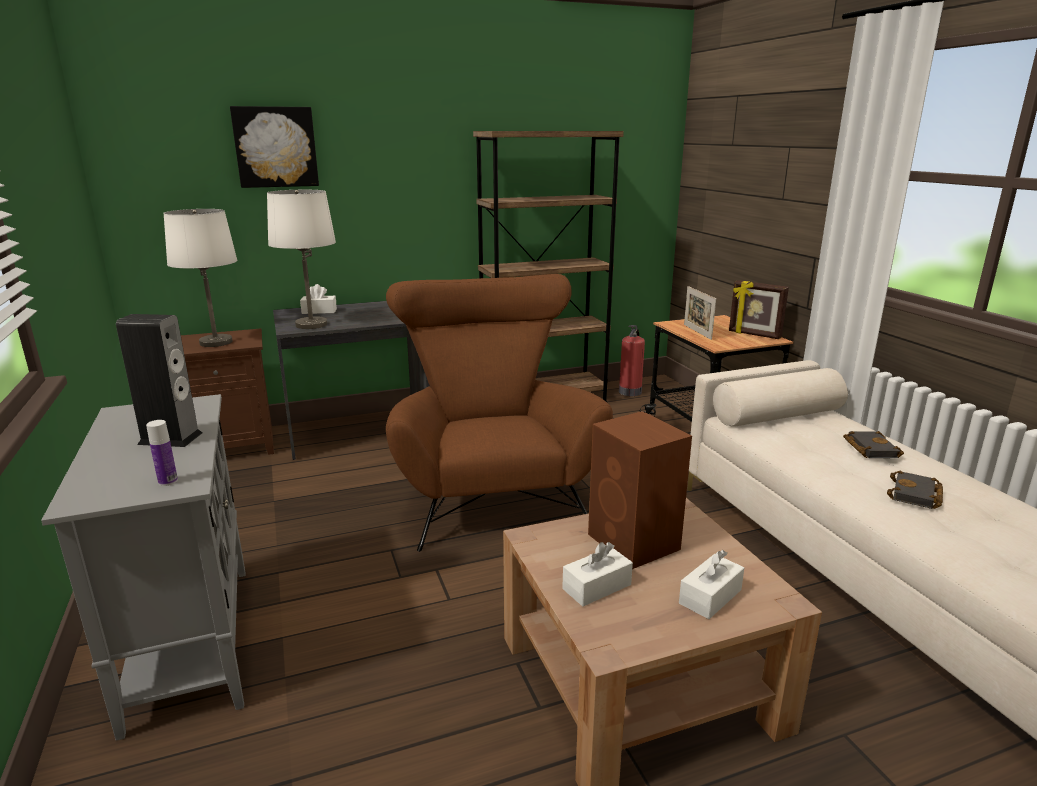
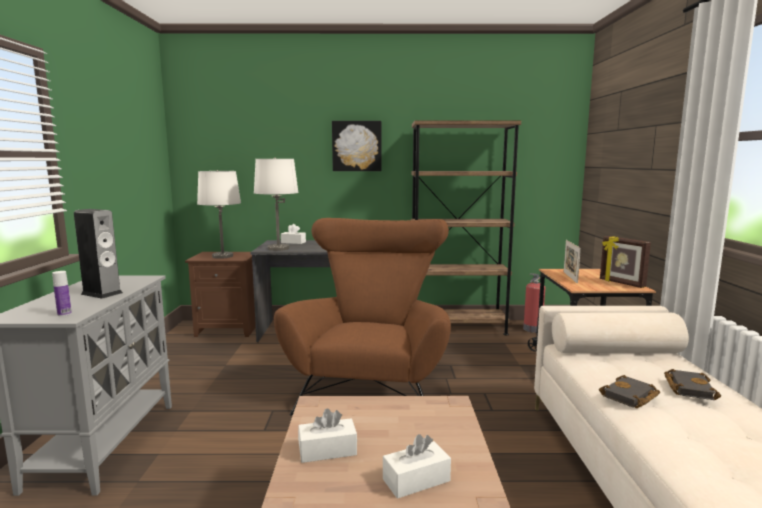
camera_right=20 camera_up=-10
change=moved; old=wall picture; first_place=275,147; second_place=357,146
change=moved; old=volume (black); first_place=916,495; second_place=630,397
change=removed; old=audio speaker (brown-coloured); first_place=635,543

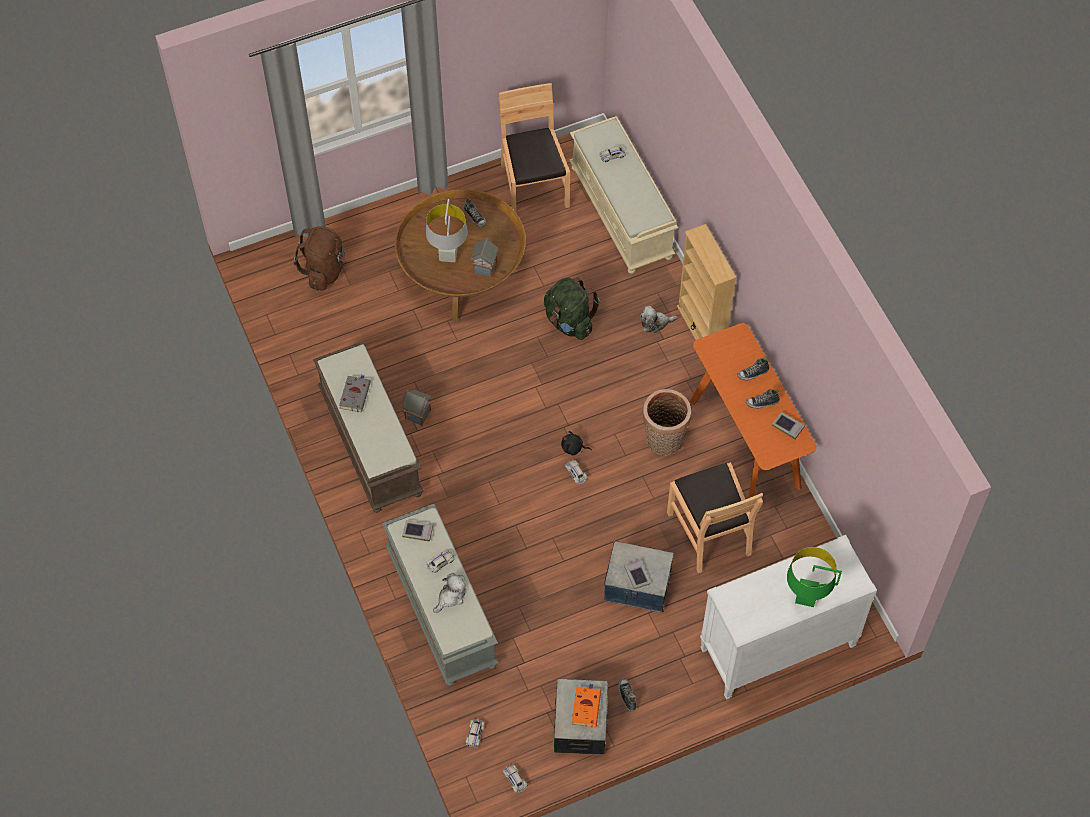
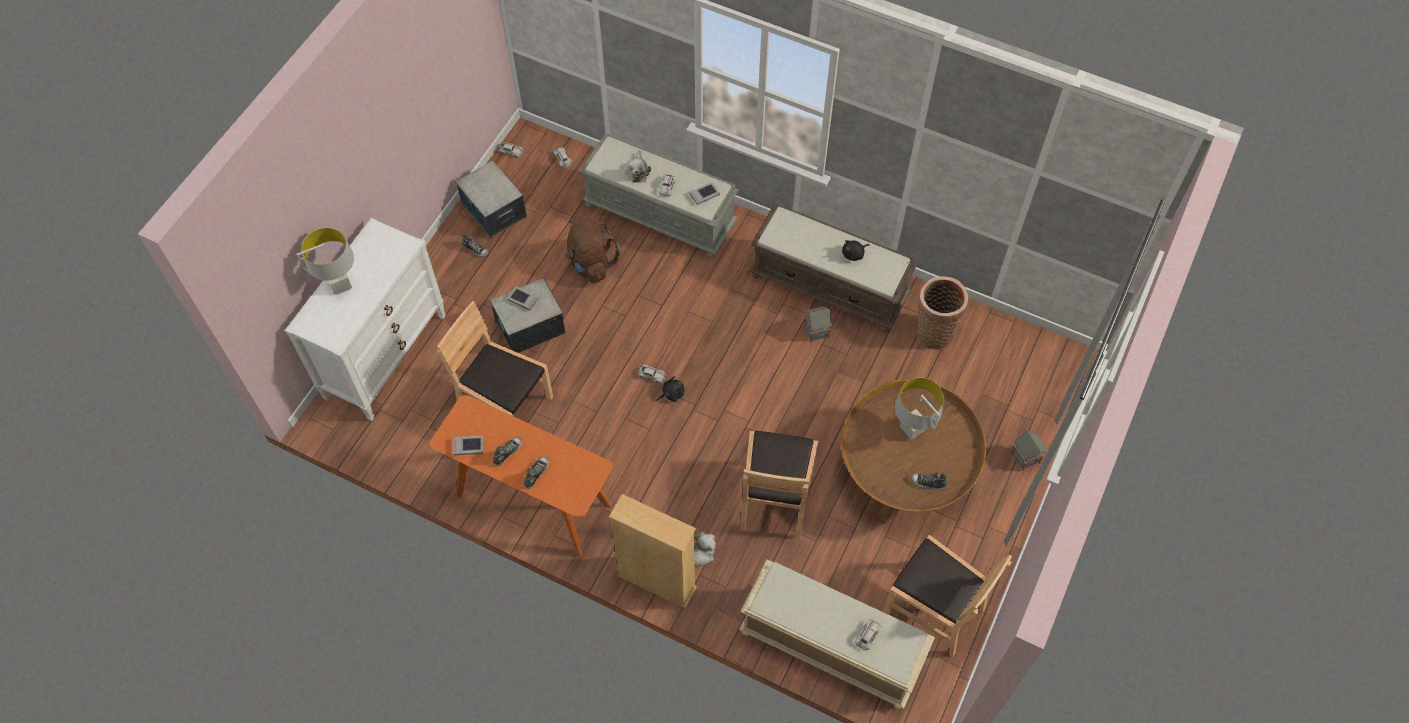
camera_right=140 camera_up=0
change=recoloured; old=tabletop lamp (greenish); new=tabletop lamp (grey); first_place=806,598; second_place=340,286
change=moved; old=rucksack (brown-coloured); first_place=325,270; second_place=591,264
change=replaced; old=rucksack (greenish); new=upright chair (brown-coloured); first_place=569,322; second_place=775,499
change=replaced; old=volume (grey); new=plush toy (black); first_place=355,394; second_place=854,254
change=moved; old=basket; first_place=663,442; second_place=934,331
change=moved; old=miniature house; first_place=485,268; second_place=1024,458
change=removed; old=volume (orange); first_place=586,706

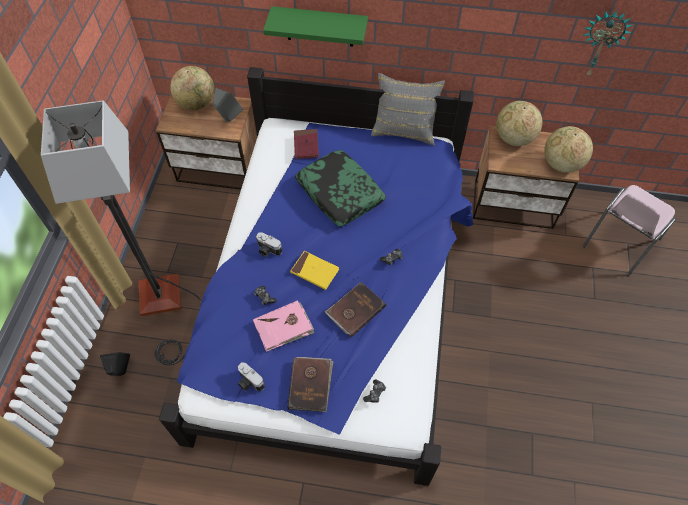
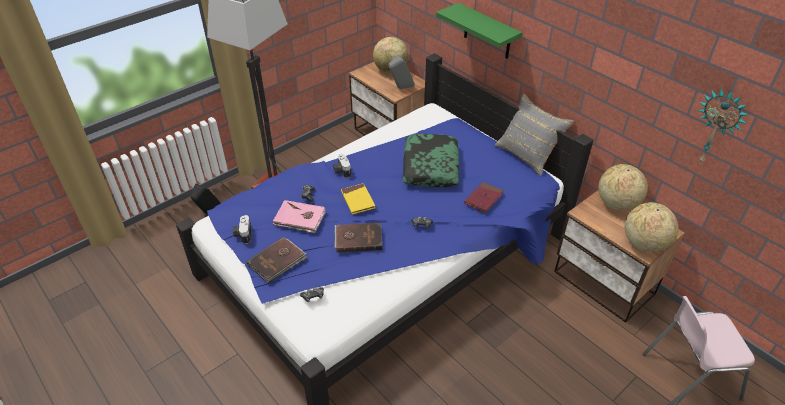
camera_right=40 camera_up=-15
change=moved; old=volume (reddish); first_place=306,145; second_place=483,199

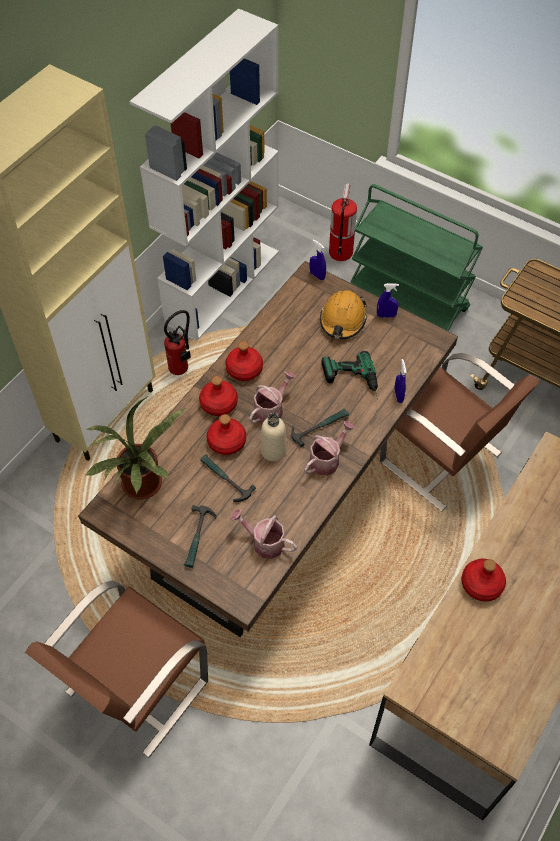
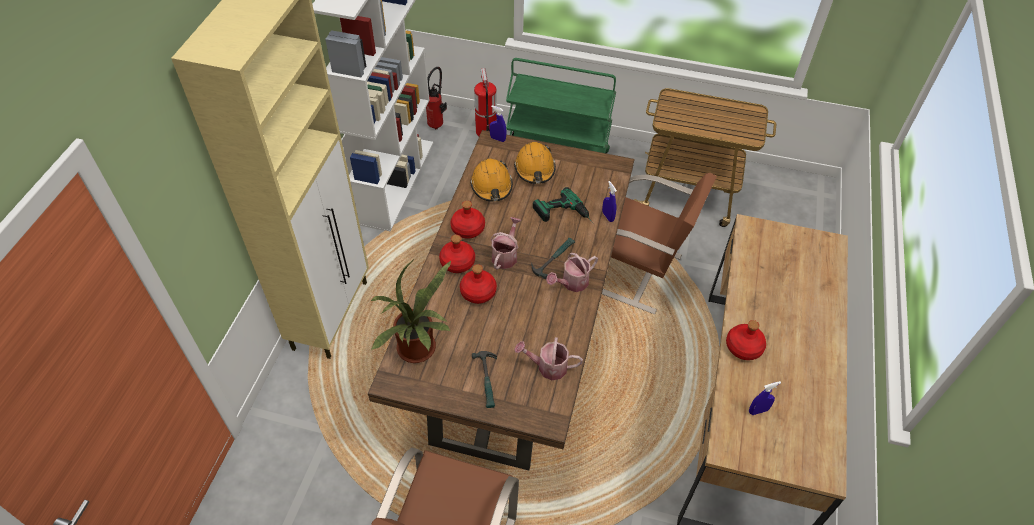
camera_right=-20 camera_up=-5
change=moved; old=fire-fighting cylinder; first_place=182,369; second_place=438,124
change=added; new=safety helmet (orange); second_place=491,186
change=turned; old=watering can; first_place=327,459; second_place=572,283; degrees=-150
change=moved; old=hand sprayer (blue); first_place=386,315; second_place=758,411
change=removed; old=hand hammer; first_place=224,479
change=removed; old=drink bottle (sand-coloured); first_place=273,451

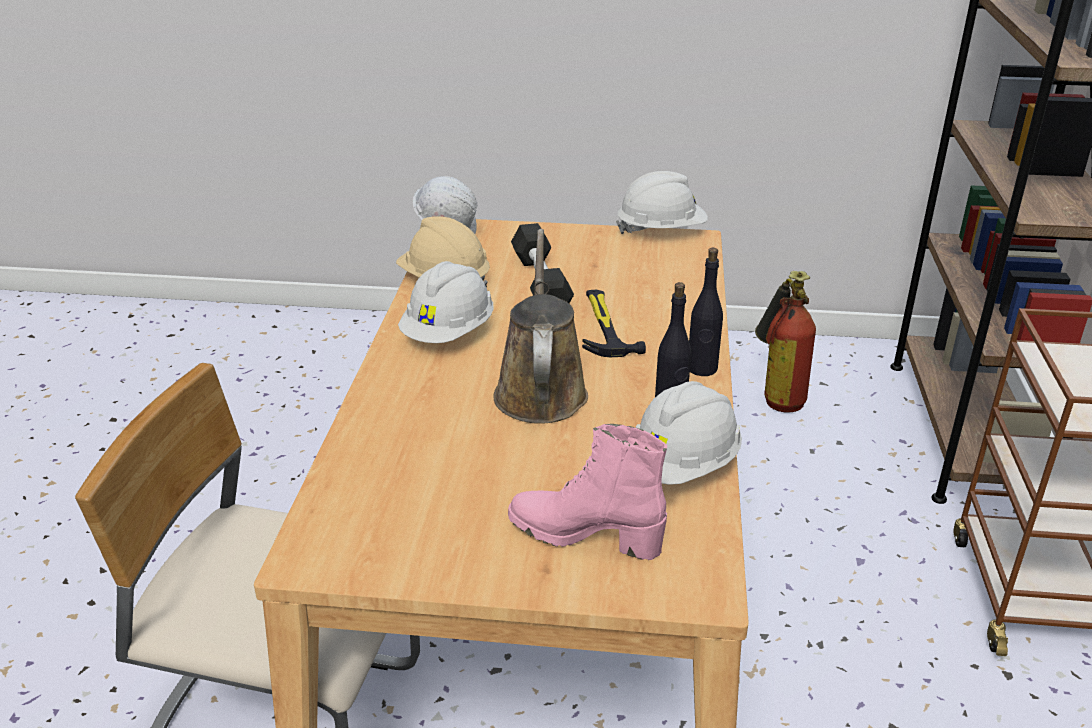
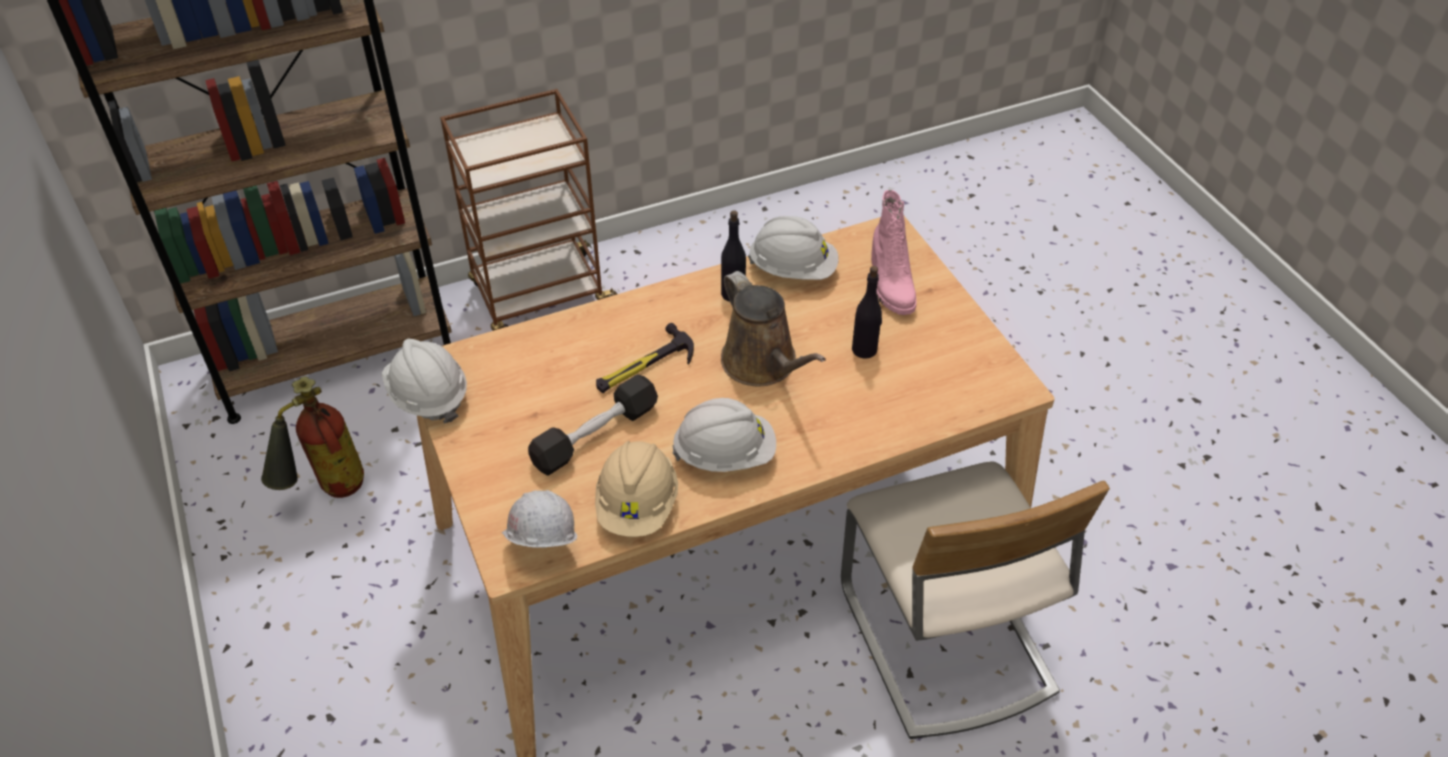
camera_right=-120 camera_up=15
change=turned; old=watering can (brown-coloured); first_place=540,390; second_place=763,364; degrees=-90
change=moved; old=drink bottle (black); first_place=702,368; second_place=865,349

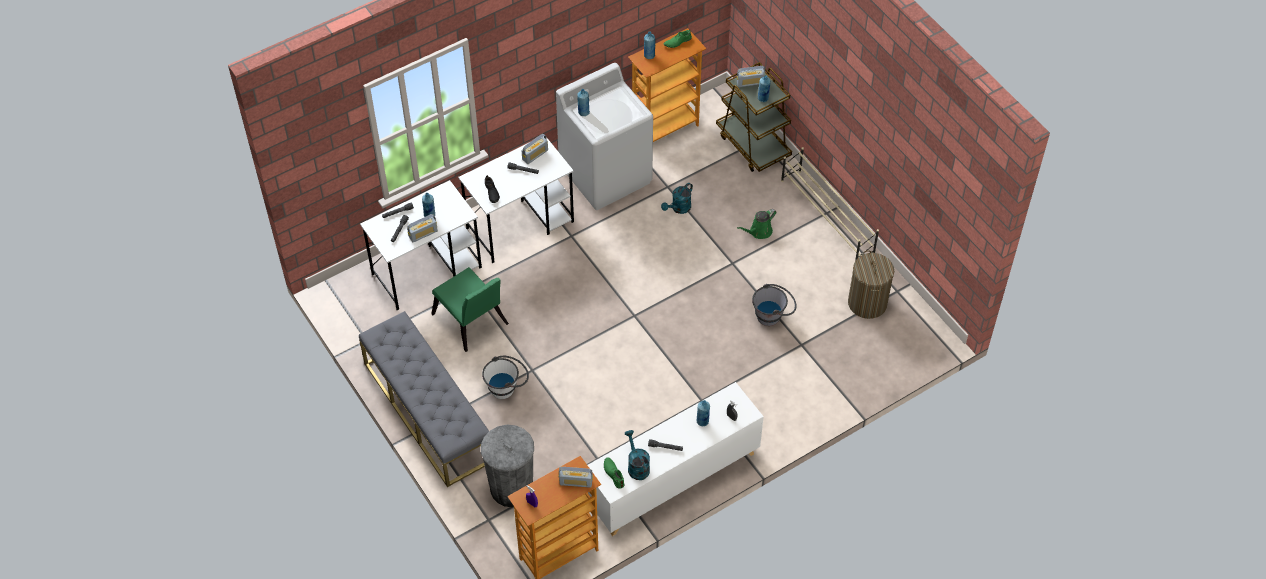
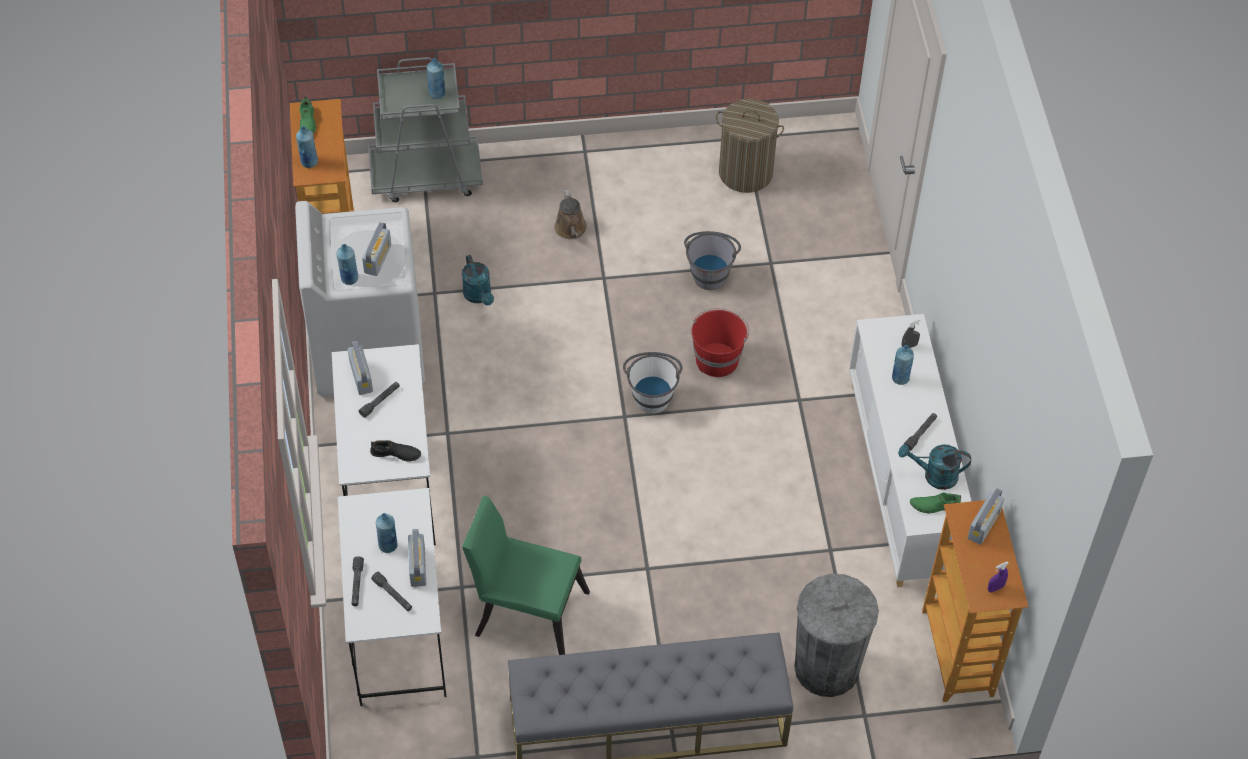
camera_right=-65 camera_up=0
change=moved; old=radio; first_place=750,82; second_place=377,259
change=recoloured; old=cart (brown-coloured); new=cart (grey); first_place=753,144; second_place=426,175
change=turned; old=upright chair (greenish); first_place=472,323; second_place=525,610; degrees=-150
change=recoloured; old=watering can (greenish); new=watering can (brown-coloured); first_place=759,232; second_place=571,230
change=moved; old=pail (white); first_place=507,387; second_place=651,393
change=added; new=pail (reddish); second_place=717,359
change=removed; old=shoe rack (sand-coloured); first_place=827,217

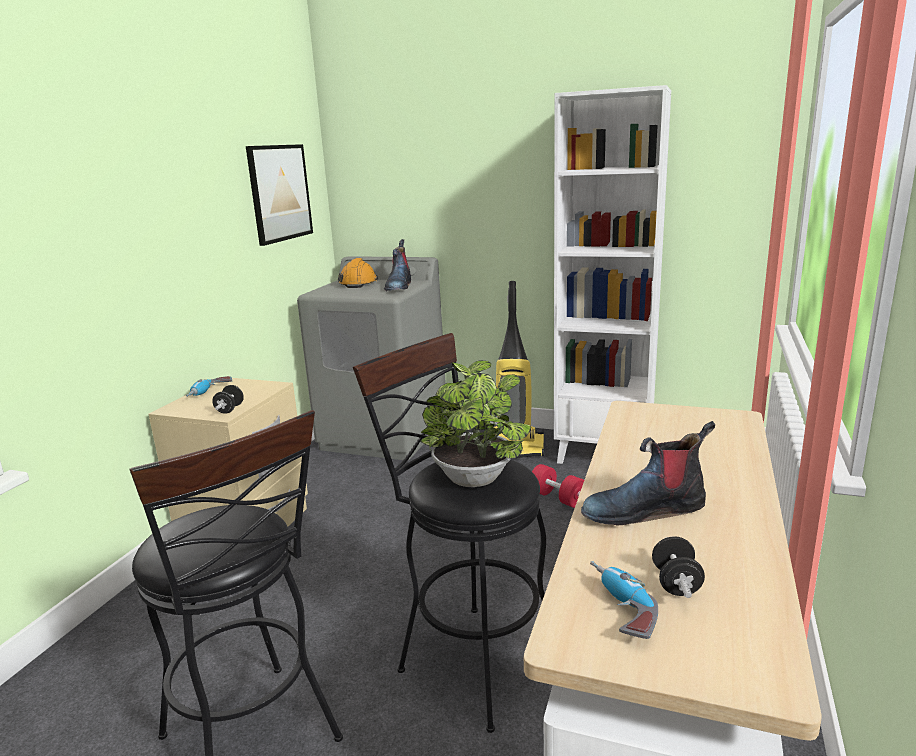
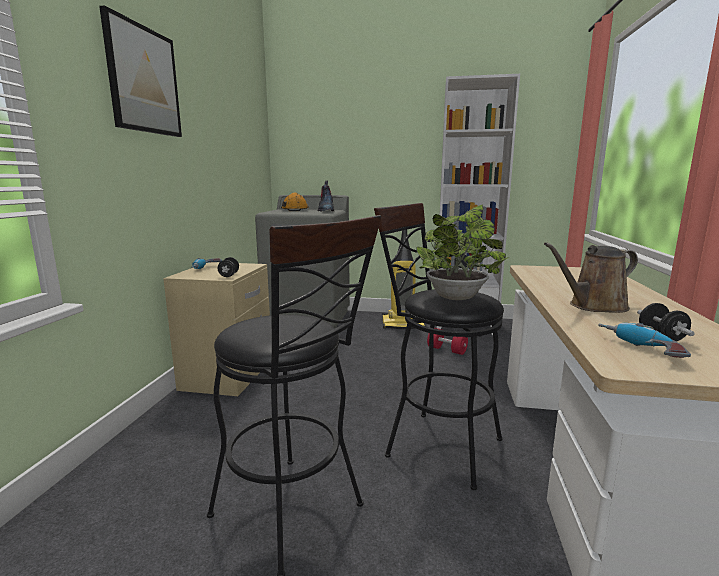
camera_right=-10 camera_up=-5
change=moved; old=wall picture; first_place=280,193; second_place=143,80
change=replaced; old=high-top boot; new=watering can (brown-coloured); first_place=644,509; second_place=593,306

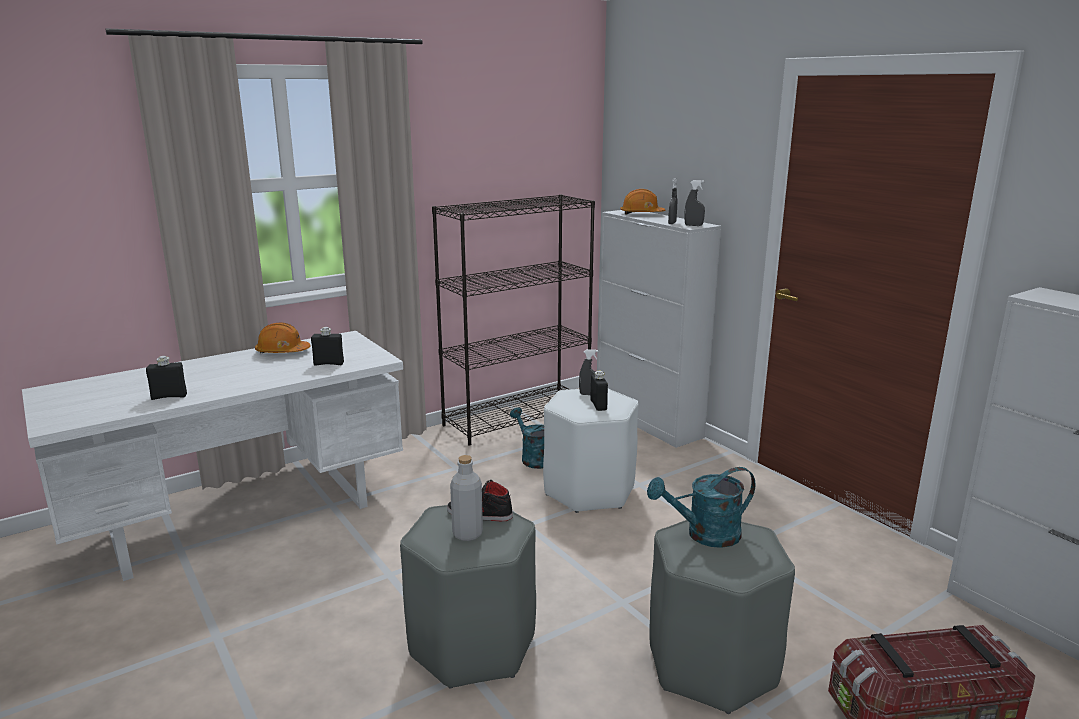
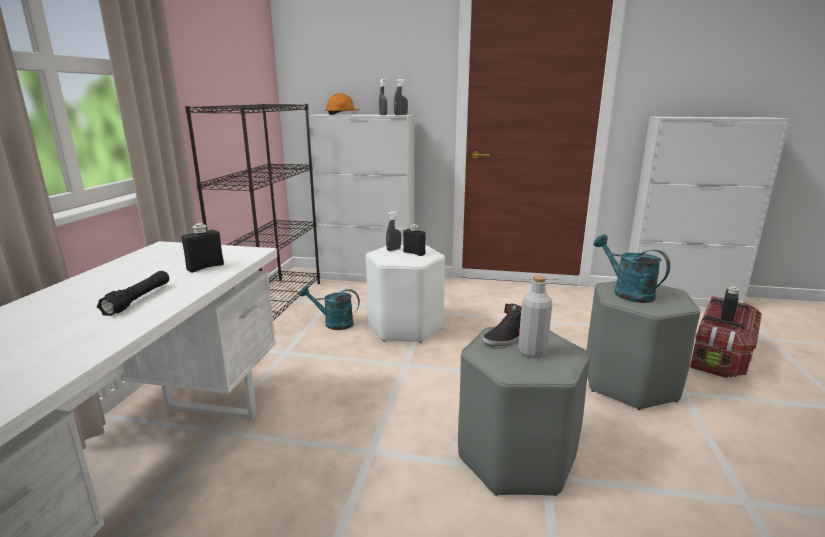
camera_right=-45 camera_up=0
change=added; new=torch (black); second_place=138,299
change=turned; old=watering can (turquoise-coloured); first_place=704,535; second_place=627,292; degrees=120
change=moved; old=drink bottle (black); first_place=169,396; second_place=726,317
change=removed; old=safety helmet (orange); first_place=282,352

